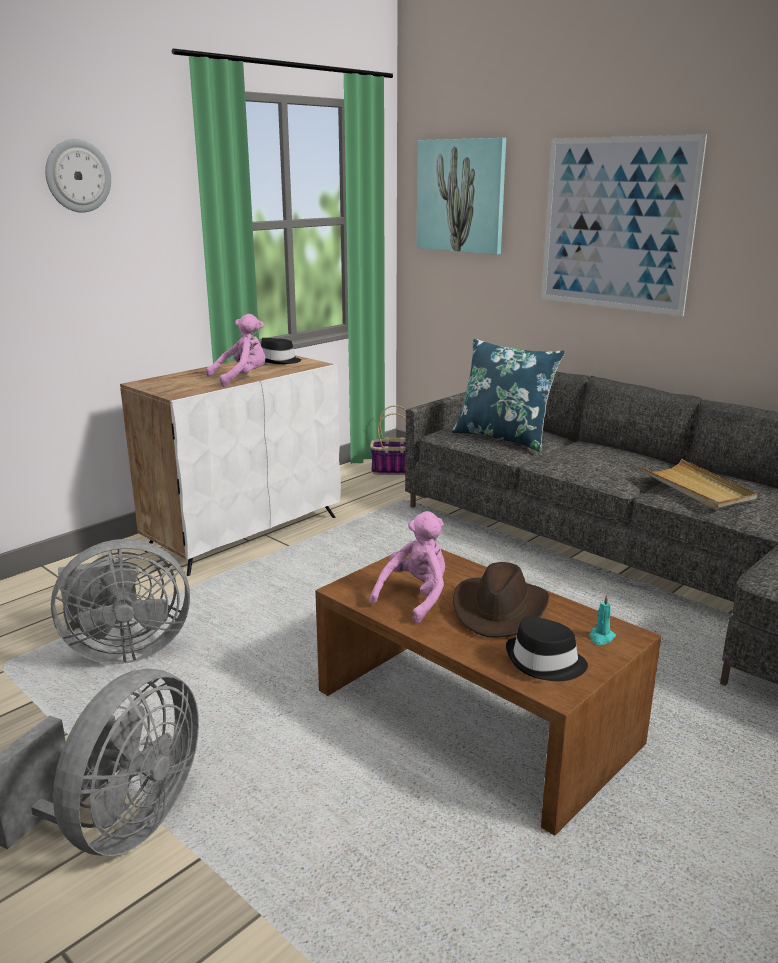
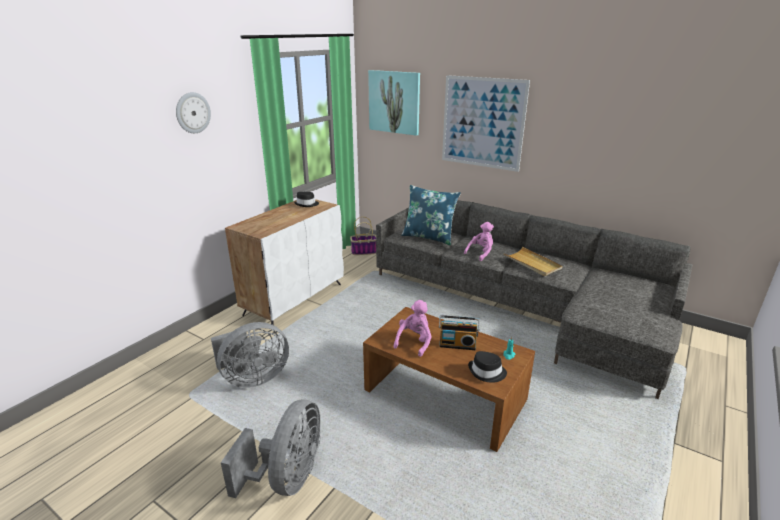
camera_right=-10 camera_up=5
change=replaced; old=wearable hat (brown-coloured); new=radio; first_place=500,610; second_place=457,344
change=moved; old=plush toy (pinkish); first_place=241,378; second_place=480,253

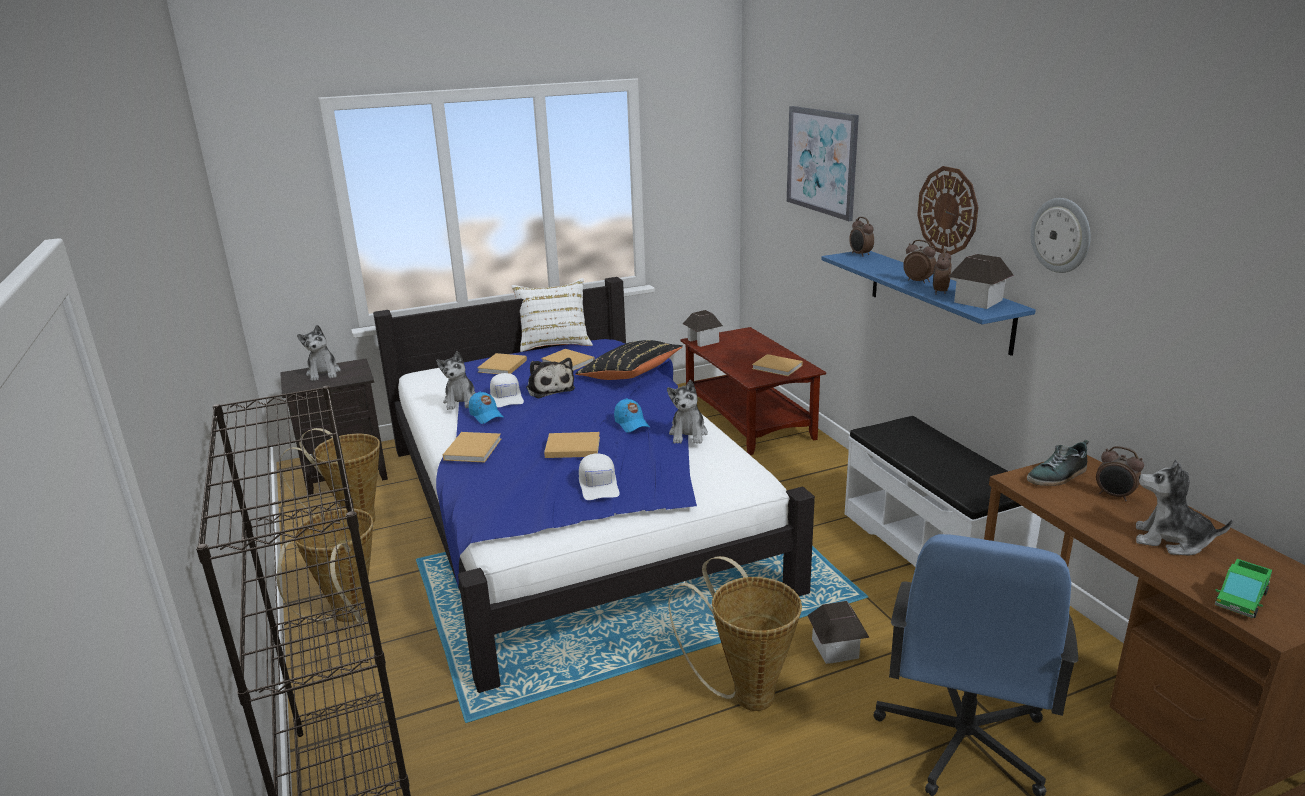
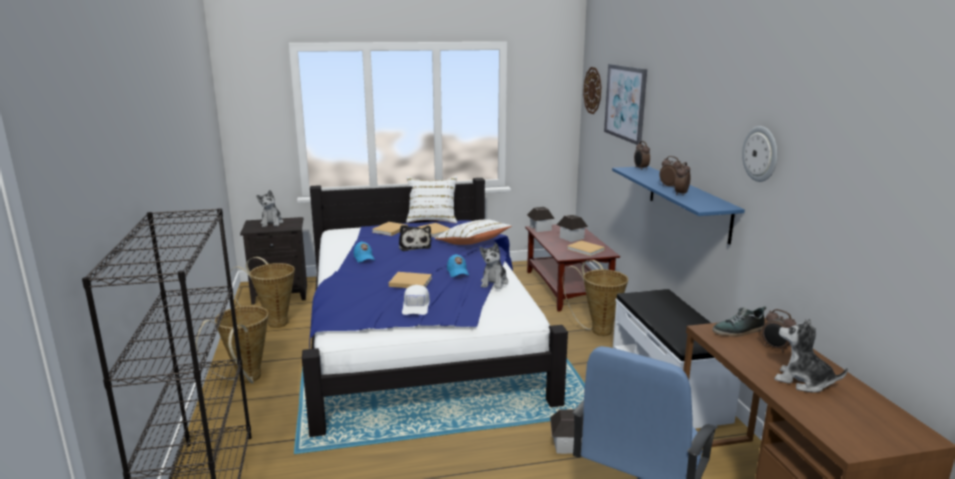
camera_right=10 camera_up=-5
change=recoloured; old=cushion (black); new=cushion (white); first_place=630,376; second_place=473,243
change=moved; old=miniature house; first_place=978,301; second_place=571,238
change=moved; old=basket; first_place=745,693; second_place=597,329
change=moved; old=clock on the wall; first_place=948,211; second_place=593,90
change=removed; old=plush toy; first_place=461,401
change=removed; old=volume (sand-coloured); first_place=473,448
change=removed; old=cap (white); first_place=506,397
change=removed; old=model truck; first_place=1240,599

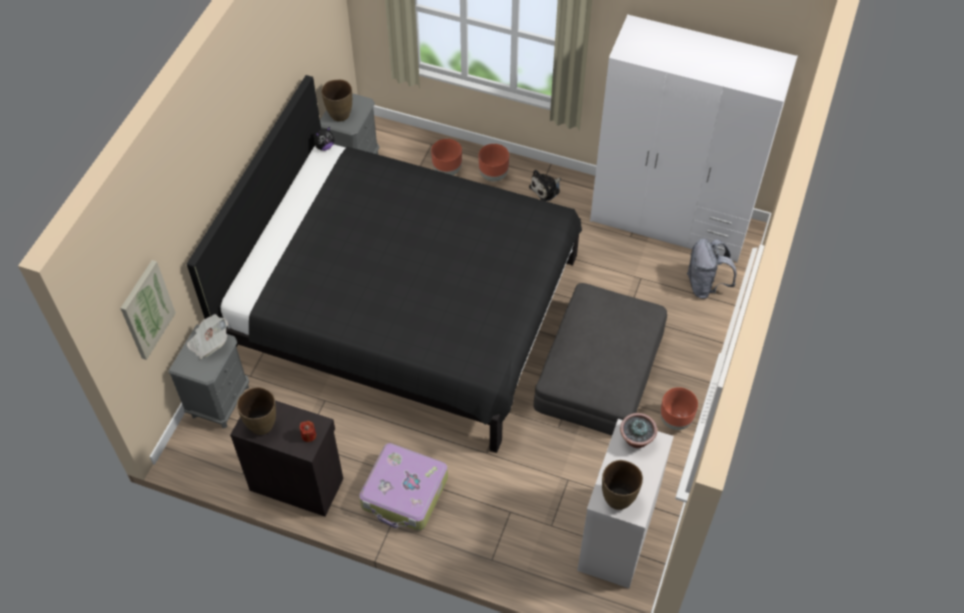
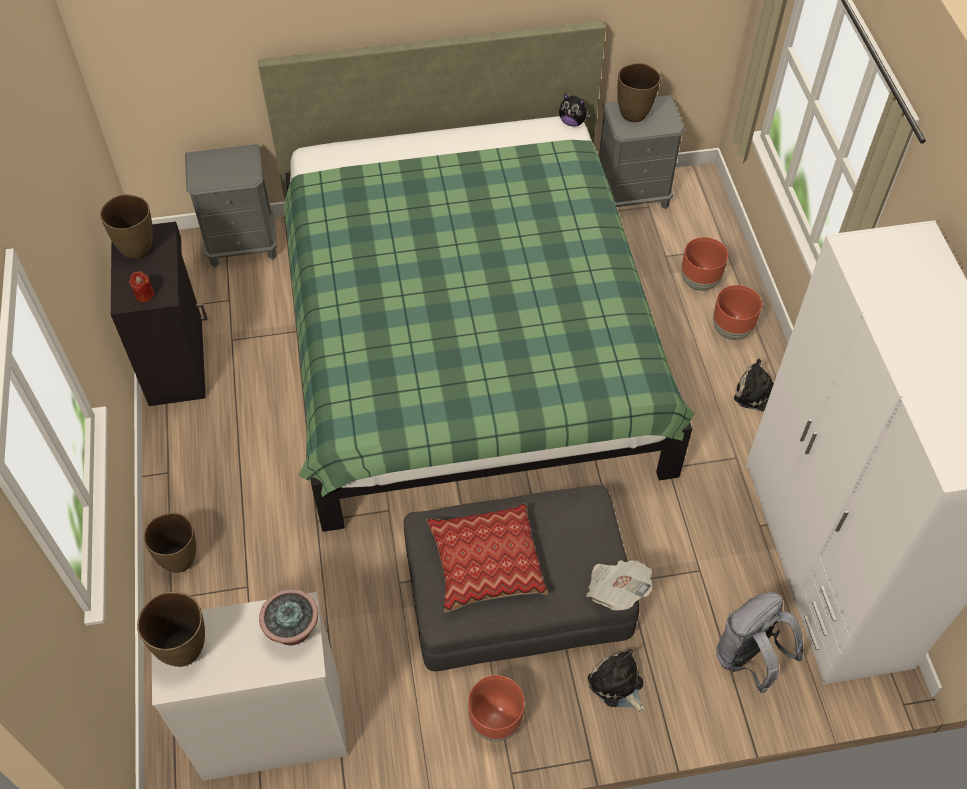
camera_right=60 camera_up=0
change=added; new=flower vase (brown-coloured); second_place=180,559
change=recoloured; old=bed (black); new=bed (greenish); first_place=405,309; second_place=467,341
change=added; new=cushion; second_place=486,563
change=moved; old=daily paper; first_place=209,343; second_place=616,590
change=added; new=plush toy; second_place=617,685
change=removed; old=wall picture; first_place=146,310
change=removed; old=piece of luggage; first_place=405,493

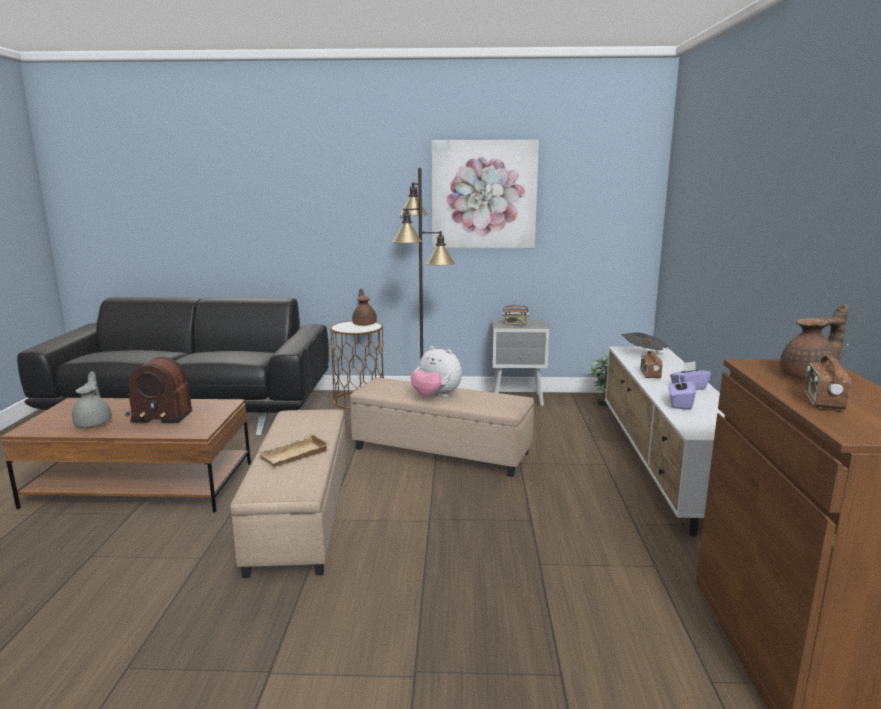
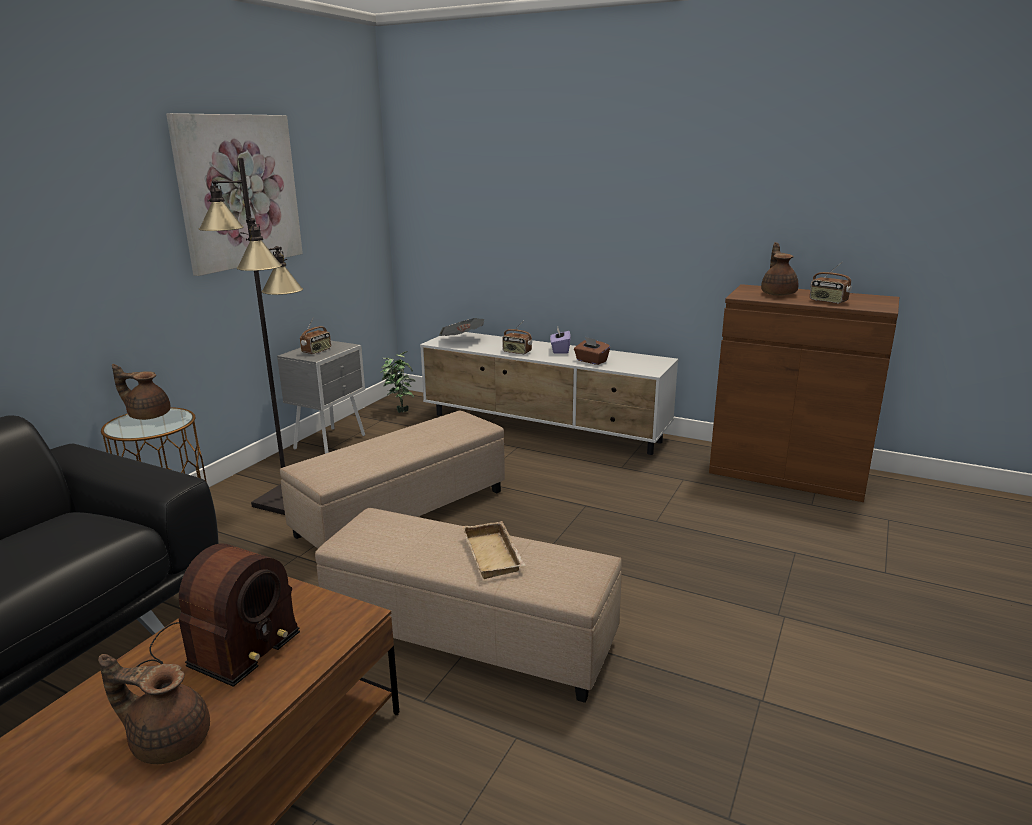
camera_right=-65 camera_up=5
change=recoloured; old=pot for tea (grey); new=pot for tea (brown-coloured); first_place=94,423; second_place=168,740
change=recoloured; old=box of tissues (purplish); new=box of tissues (brown-coloured); first_place=680,404; second_place=591,361
change=removed; old=plush toy; first_place=436,396

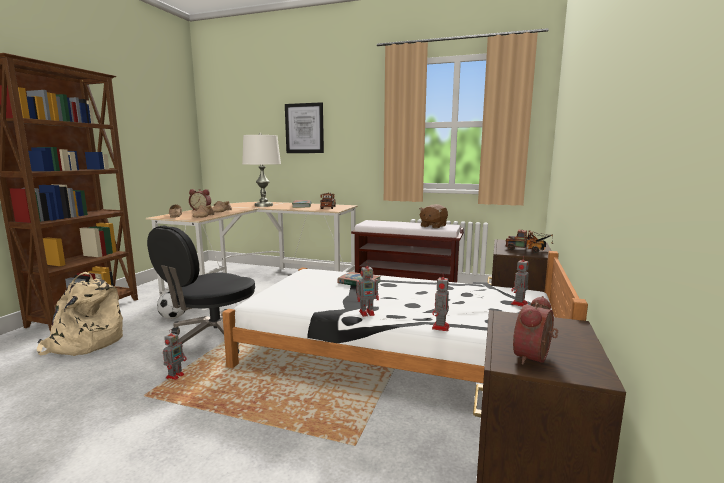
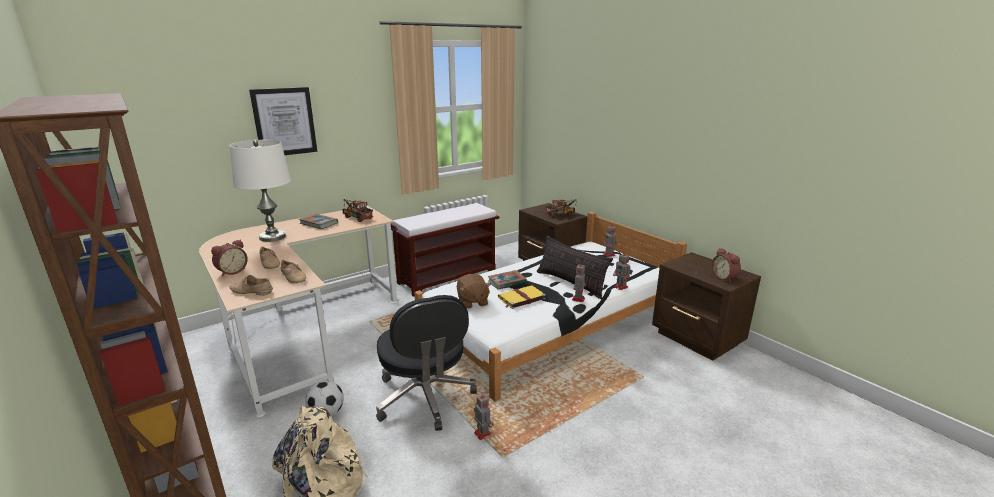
camera_right=-55 camera_up=10
change=moved; old=plush toy (brown-coloured); first_place=433,226; second_place=472,302
change=added; new=volume (yellow-coloured); second_place=521,298
change=added; new=cushion; second_place=571,283

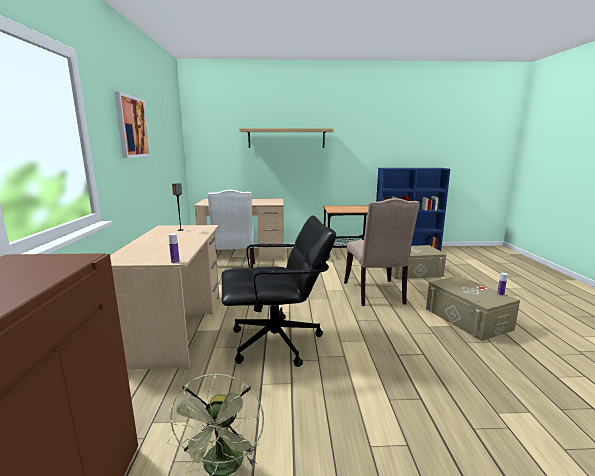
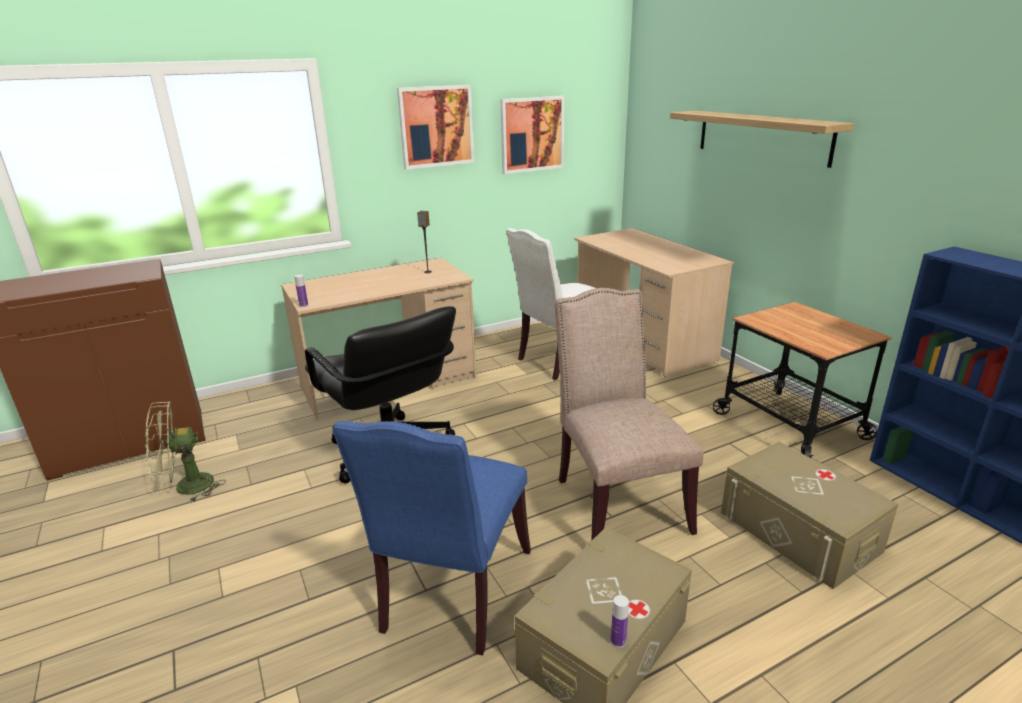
camera_right=65 camera_up=10
change=added; new=upright chair (blue); second_place=452,594
change=added; new=wall picture; second_place=532,134
change=turned; old=upright chair (sand-coloured); first_place=376,294; second_place=616,502; degrees=105

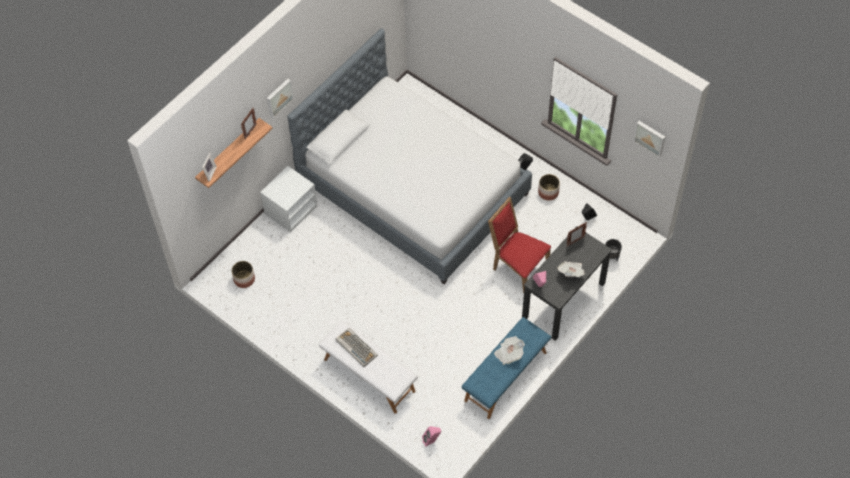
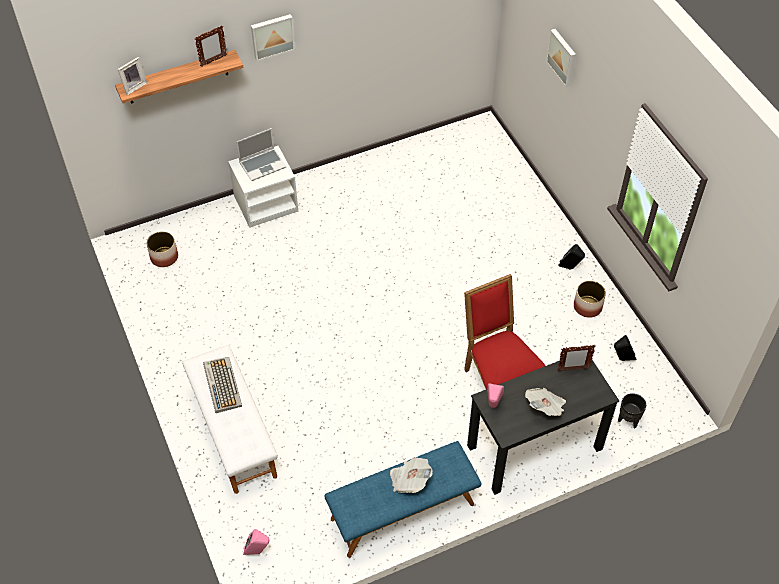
camera_right=25 camera_up=-5
change=added; new=notebook computer; second_place=263,164
change=moved; old=wall picture; first_place=650,137; second_place=562,57
change=removed; old=bed; first_place=413,188

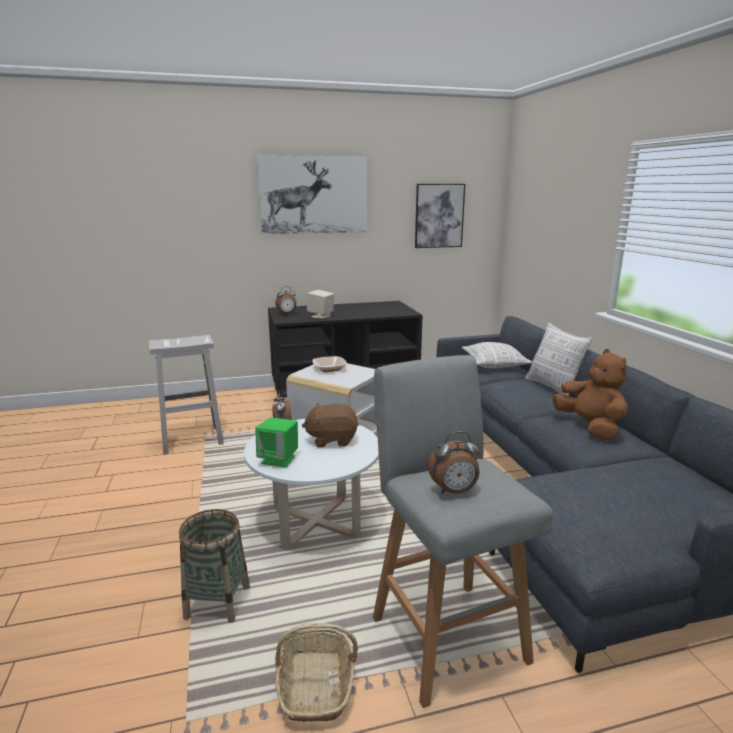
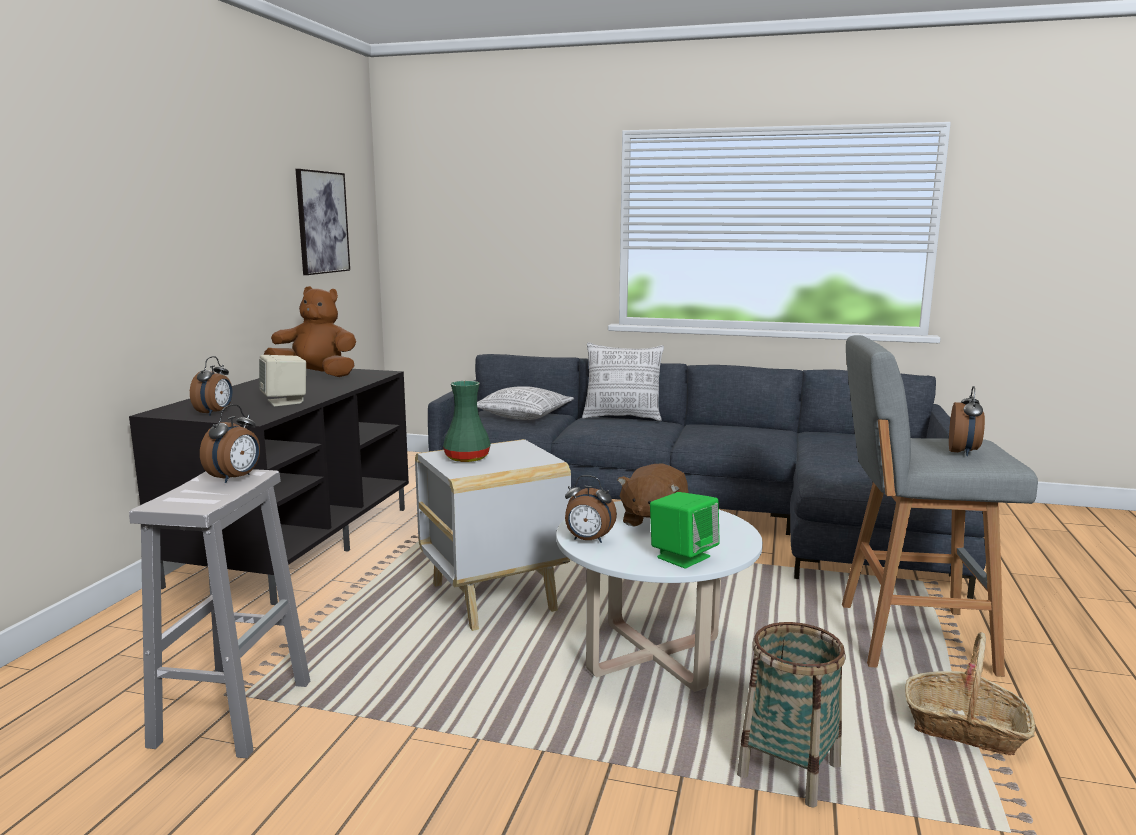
camera_right=-60 camera_up=-5
change=added; new=alarm clock; second_place=236,478
change=moved; old=plush toy (brown-coloured); first_place=589,427; second_place=316,375
change=replaced; old=deep dish; new=flower vase (greenish); first_place=329,369; second_place=468,458
change=removed; old=wall picture; first_place=313,195

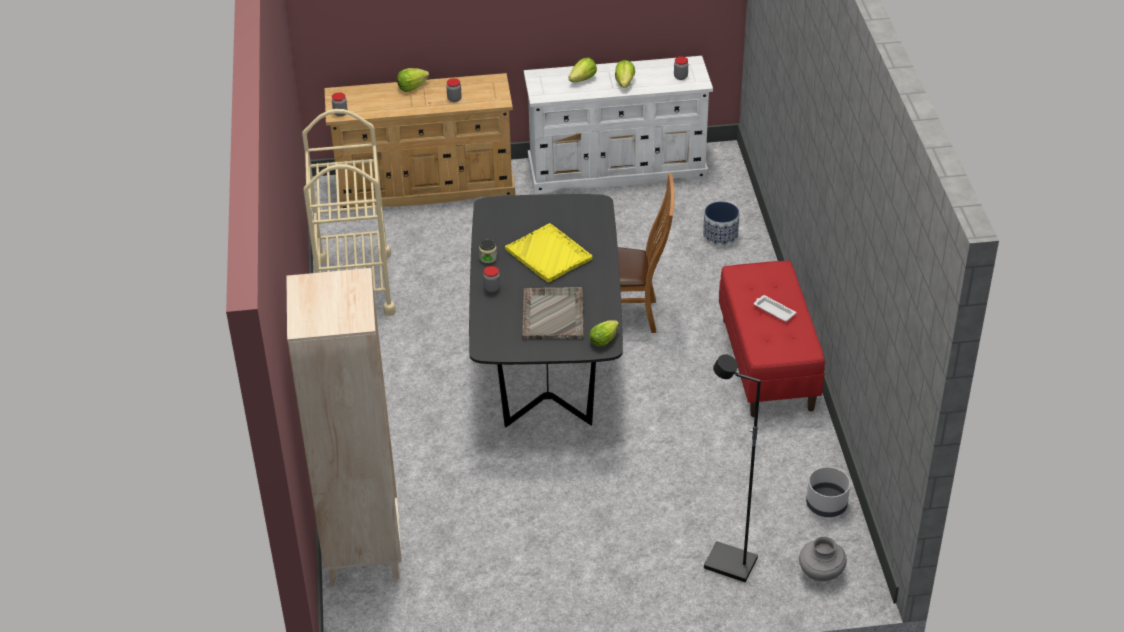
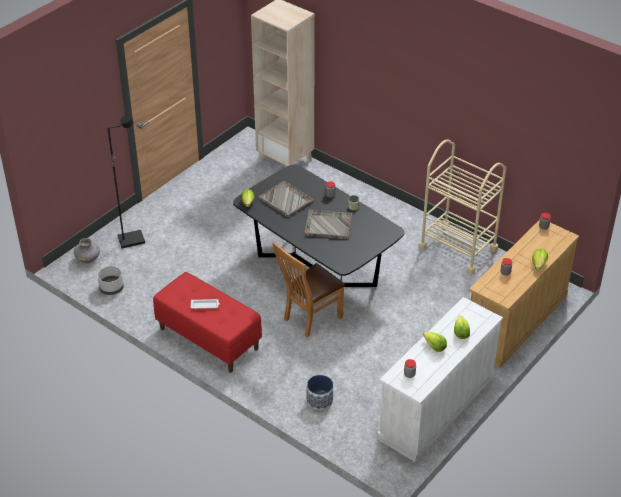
camera_right=135 camera_up=0
change=recoloured; old=tray (yellow-coloured); new=tray (grey); first_place=549,255; second_place=328,225

